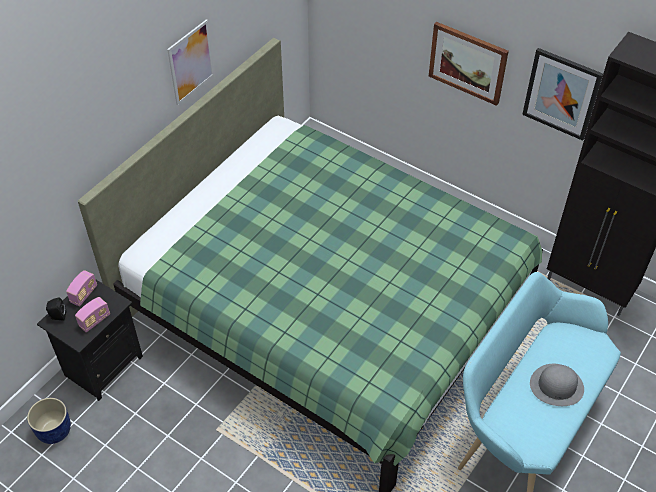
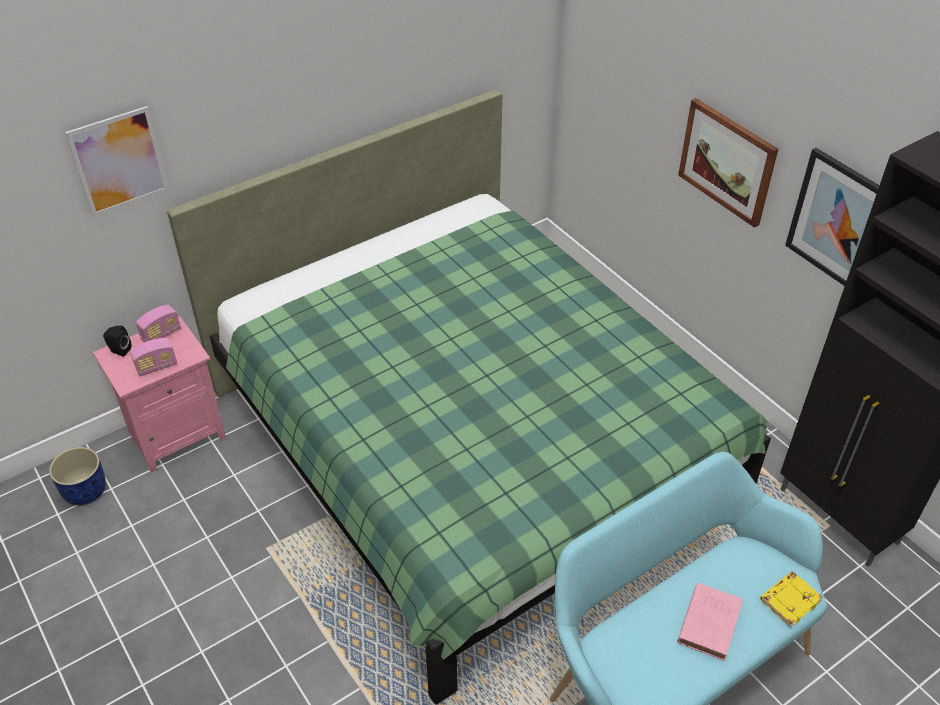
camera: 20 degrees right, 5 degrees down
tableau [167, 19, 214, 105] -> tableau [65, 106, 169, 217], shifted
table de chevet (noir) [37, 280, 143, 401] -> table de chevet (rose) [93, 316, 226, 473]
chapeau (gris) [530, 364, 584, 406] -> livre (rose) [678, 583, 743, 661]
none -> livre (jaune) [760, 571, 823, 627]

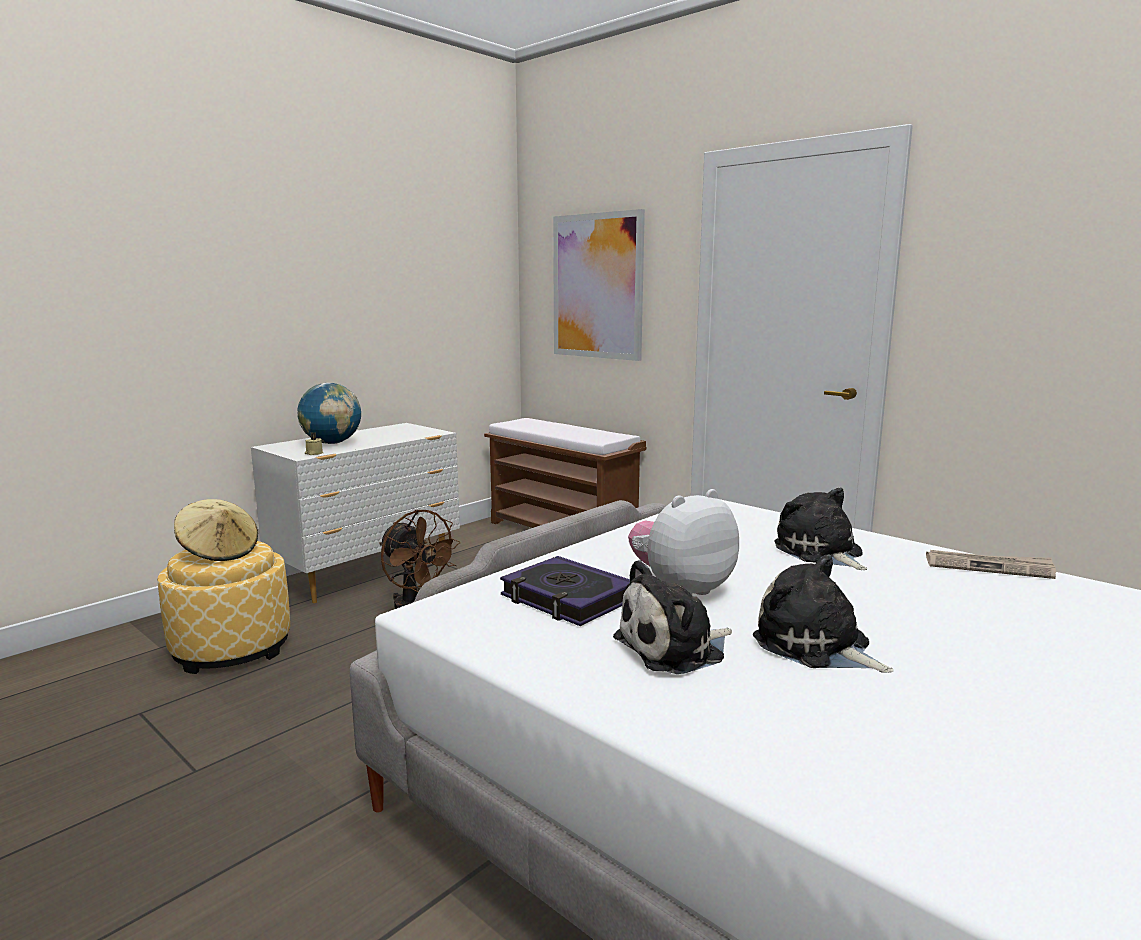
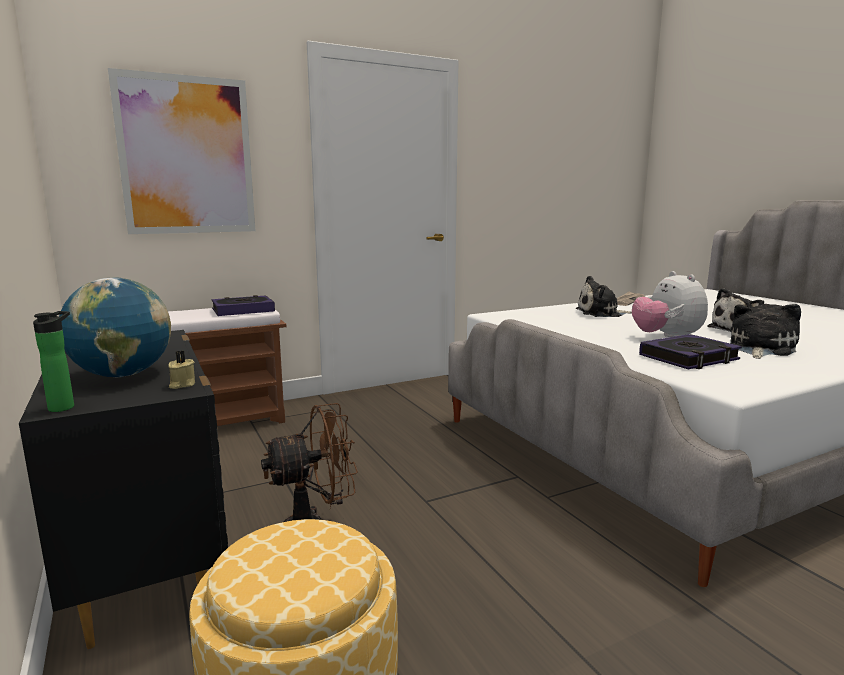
camera: 70 degrees left, 0 degrees up
commode (blanc) [251, 423, 460, 603] -> commode (noir) [19, 330, 228, 649]
chapeau (beige) [174, 499, 258, 561] -> none
peluche [613, 560, 732, 674] -> peluche [730, 304, 801, 359], 135 degrees counterclockwise
none -> livre [212, 295, 275, 316]
none -> bouteille [33, 311, 74, 412]

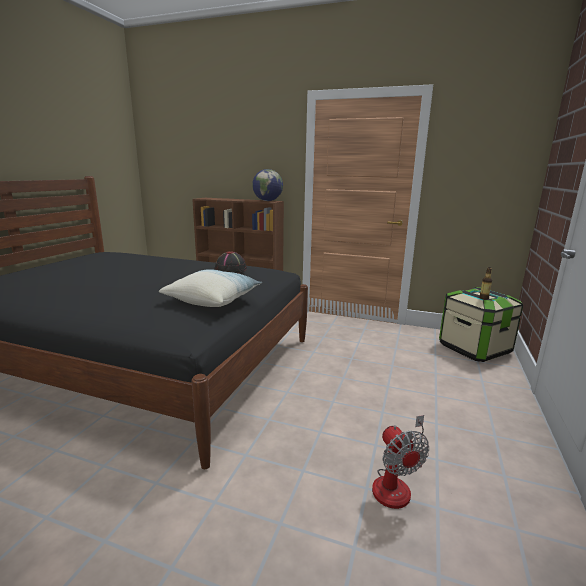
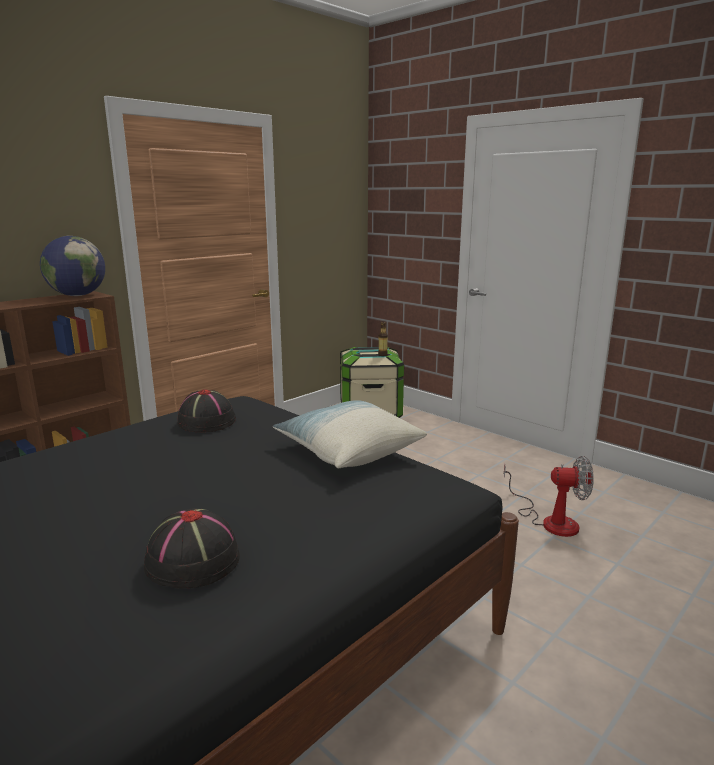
camera: 65 degrees left, 0 degrees up
none -> chapeau (noir) [144, 508, 240, 588]

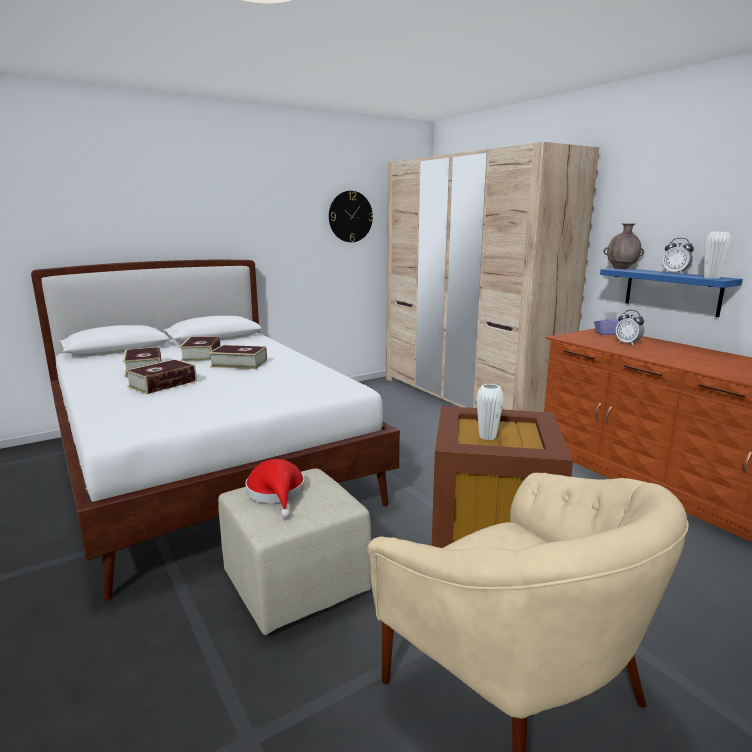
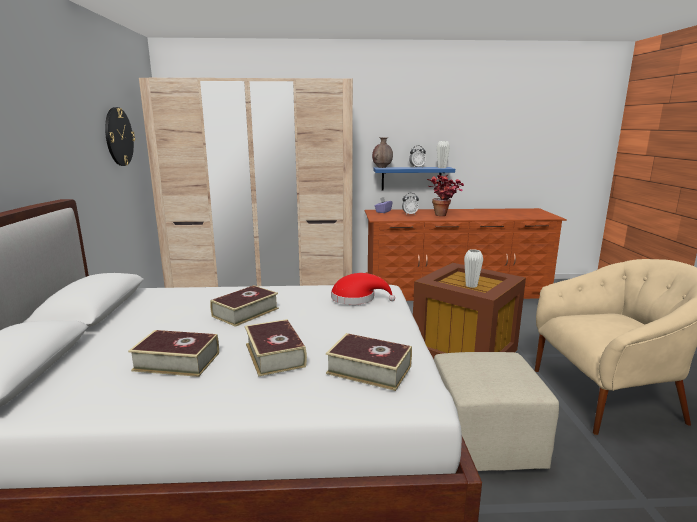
camera: 60 degrees left, 0 degrees up
livre [179, 336, 220, 361] -> livre [326, 333, 412, 391], shifted
chapeau (rouge) [246, 459, 305, 518] -> chapeau (rouge) [331, 273, 395, 305], shifted
none -> plante en pot [427, 175, 464, 216]

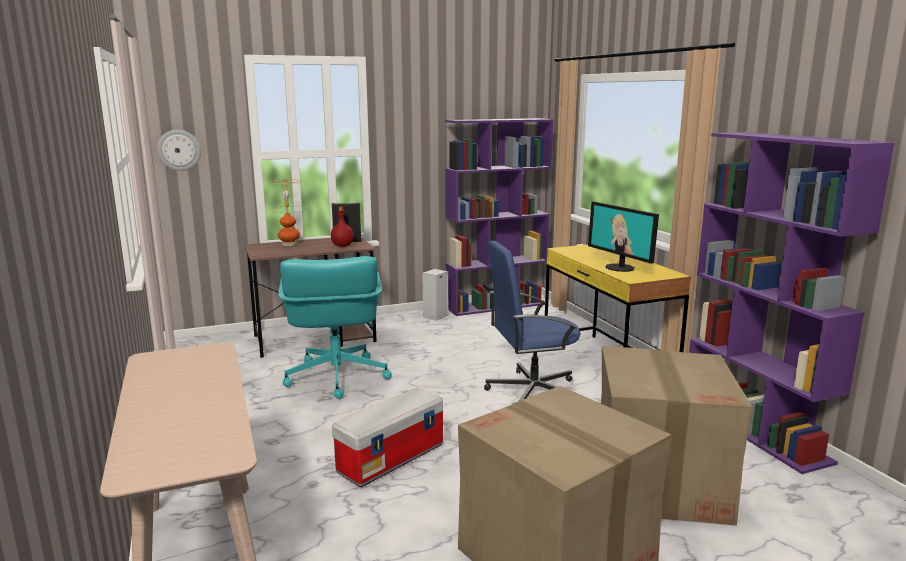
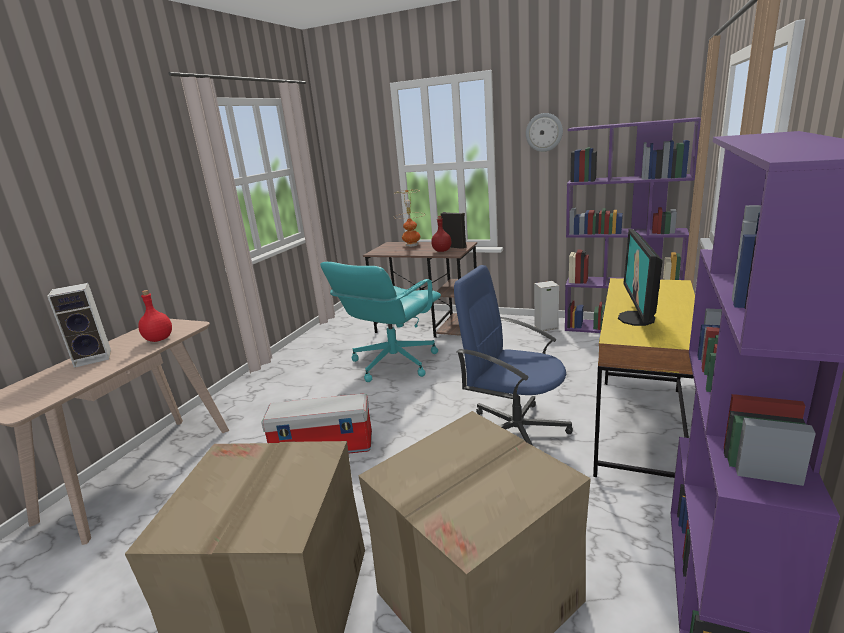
camera: 45 degrees right, 5 degrees up
horloge murale [157, 130, 201, 171] -> horloge murale [526, 113, 563, 152], shifted
none -> enceinte [47, 283, 111, 368]
none -> bouteille (rouge) [138, 290, 172, 342]

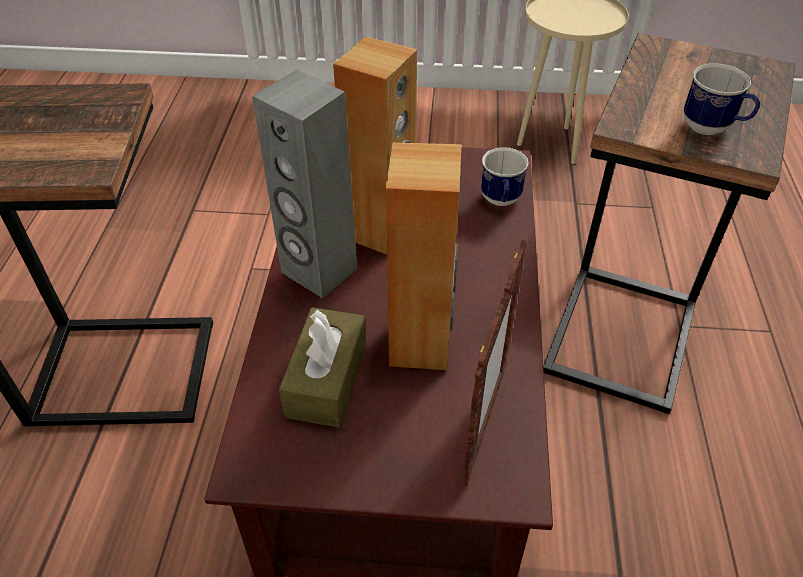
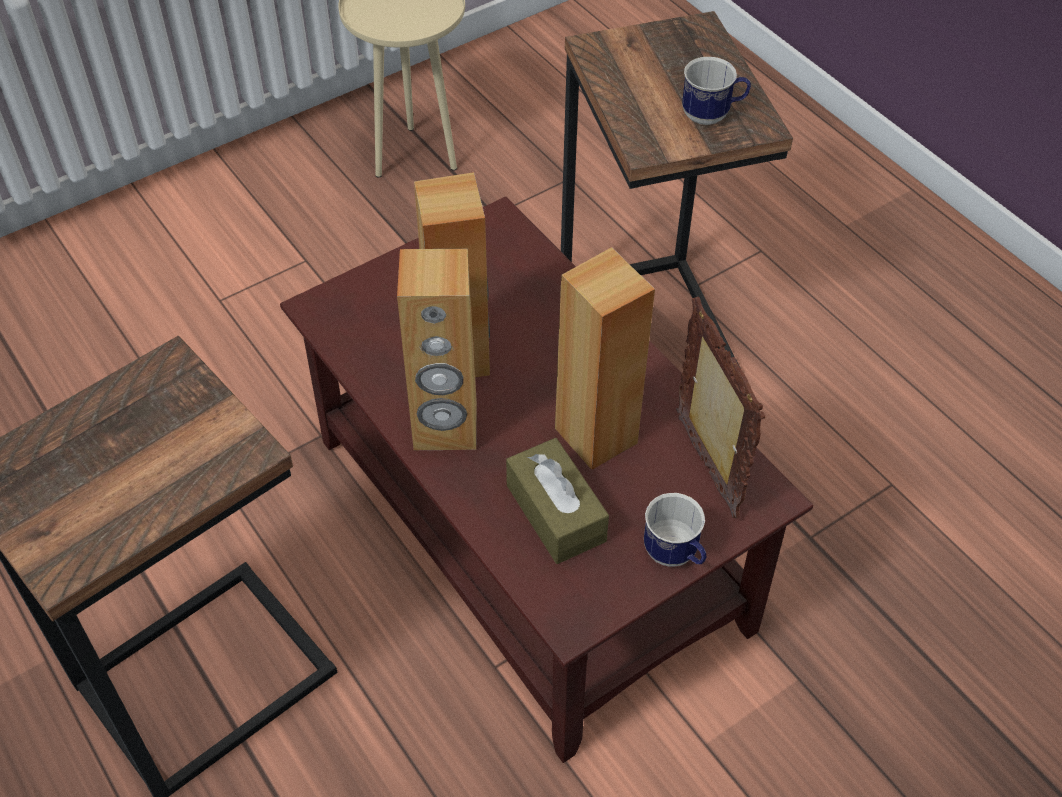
camera: 40 degrees left, 5 degrees up
enceinte (gris) [252, 70, 357, 298] -> enceinte (marron) [397, 249, 477, 450]
mug [481, 147, 528, 206] -> mug [644, 493, 706, 567], shifted

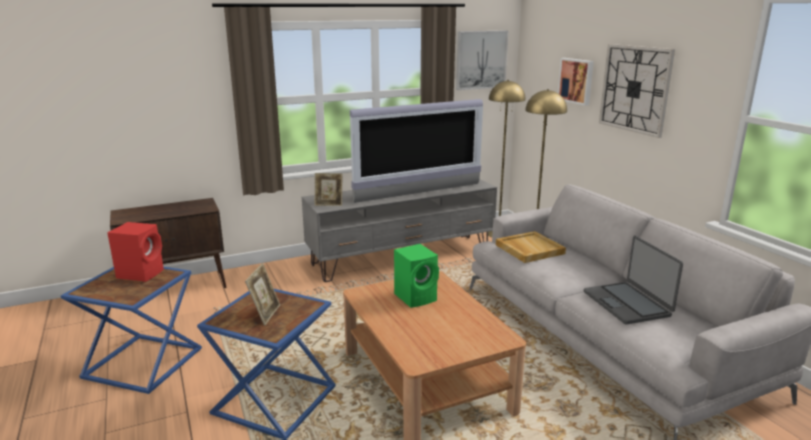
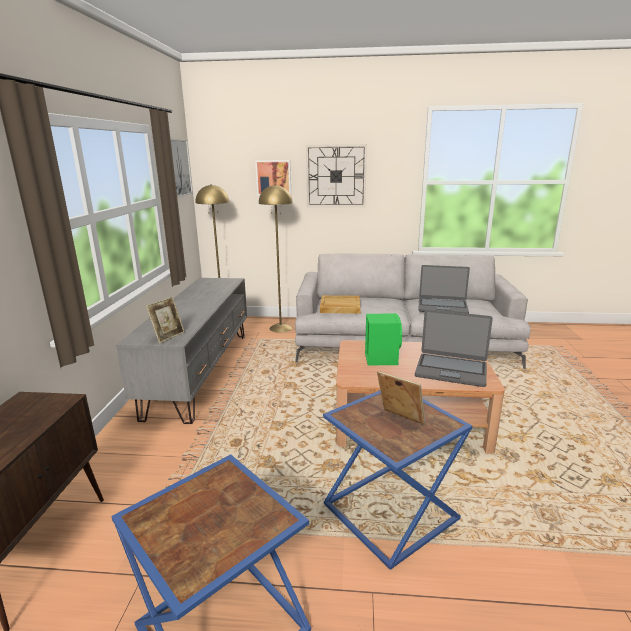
camera: 60 degrees left, 0 degrees up
téléviseur [350, 99, 483, 203] -> none
enceinte (rouge) [107, 222, 164, 282] -> none
none -> ordinateur portable [415, 309, 493, 387]

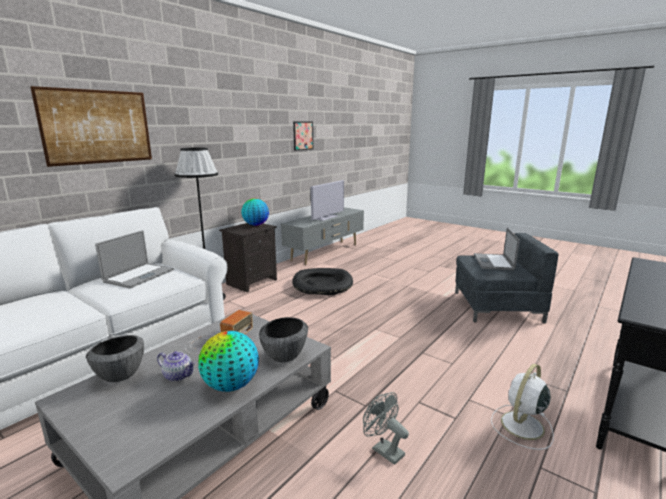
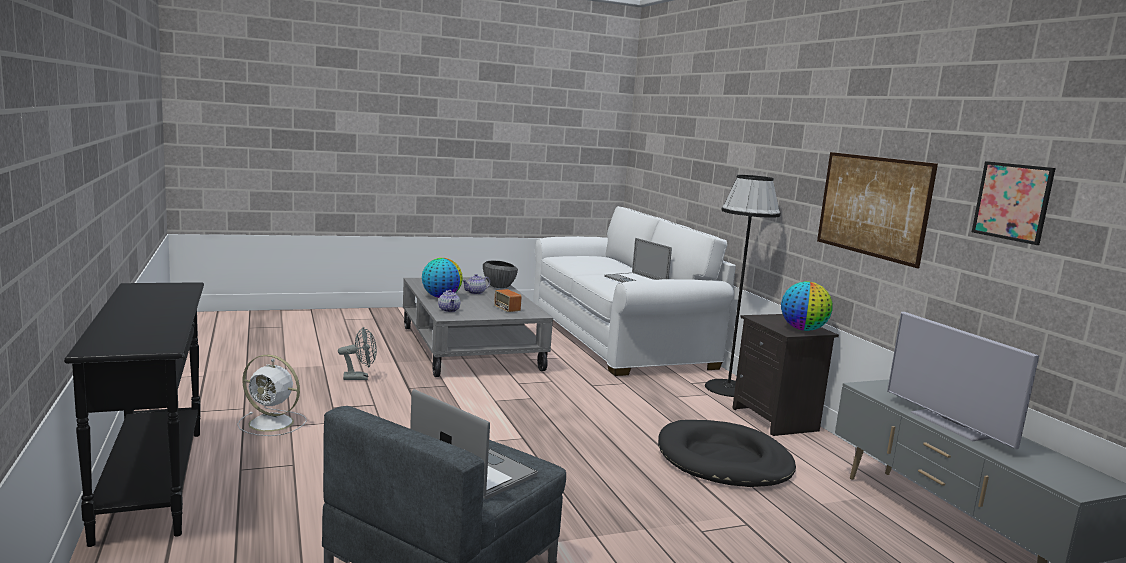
camera: 120 degrees right, 5 degrees down
tableau [30, 86, 152, 167] -> tableau [817, 152, 938, 268], shifted
bol [259, 317, 308, 362] -> théière [438, 290, 460, 312]
ventilateur (blanc) [491, 364, 554, 450] -> ventilateur (blanc) [237, 355, 306, 436], 120 degrees clockwise

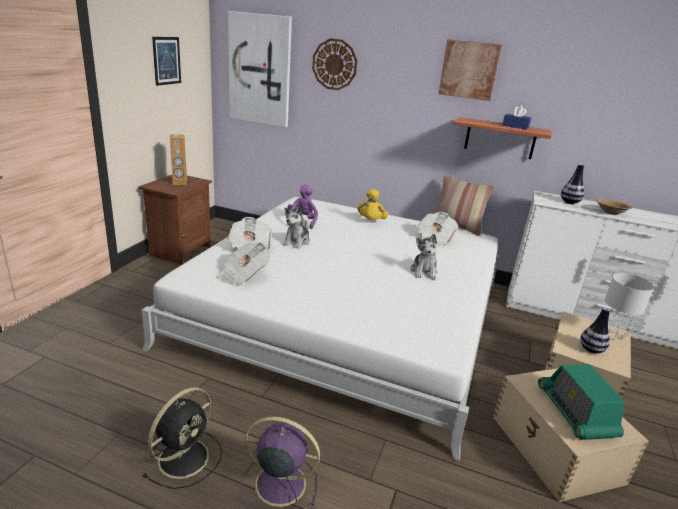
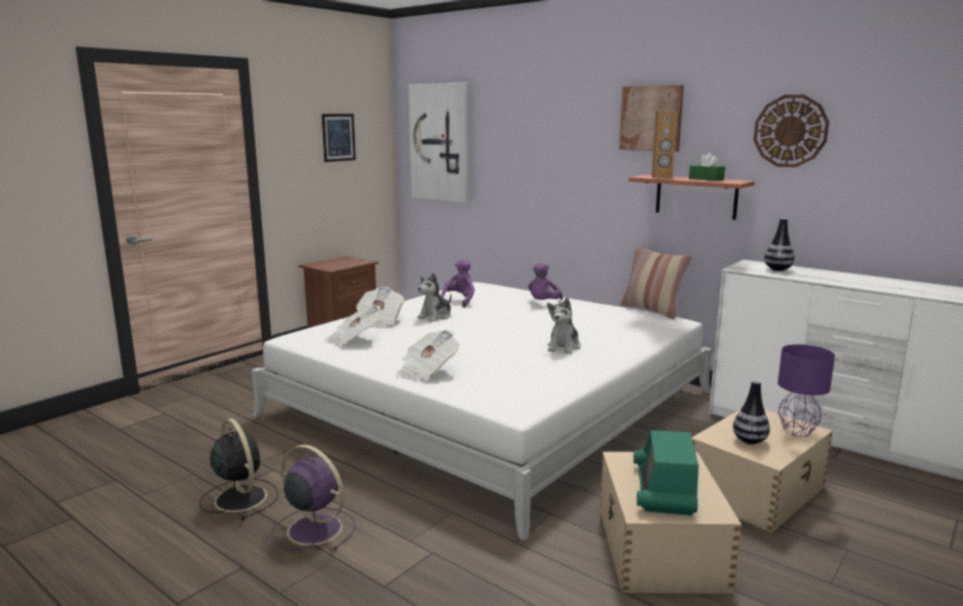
camera: 20 degrees right, 10 degrees down
horloge murale [312, 38, 357, 90] -> horloge murale [753, 95, 829, 167], shifted
boîte à mouchoirs (bleu) [502, 105, 532, 130] -> boîte à mouchoirs (vert) [689, 153, 725, 181]
enceinte (marron) [170, 134, 187, 185] -> enceinte (marron) [652, 111, 677, 178], shifted
peluche (jaune) [357, 189, 388, 220] -> peluche (violet) [528, 263, 563, 300]
bol (marron) [596, 199, 633, 215] -> none
journal [418, 212, 458, 246] -> journal [396, 330, 459, 380], shifted
lampe de table (gris) [605, 273, 654, 341] -> lampe de table (violet) [778, 344, 835, 437]
ventilateur (noir) [143, 387, 222, 489] -> ventilateur (noir) [199, 418, 279, 520], 90 degrees counterclockwise

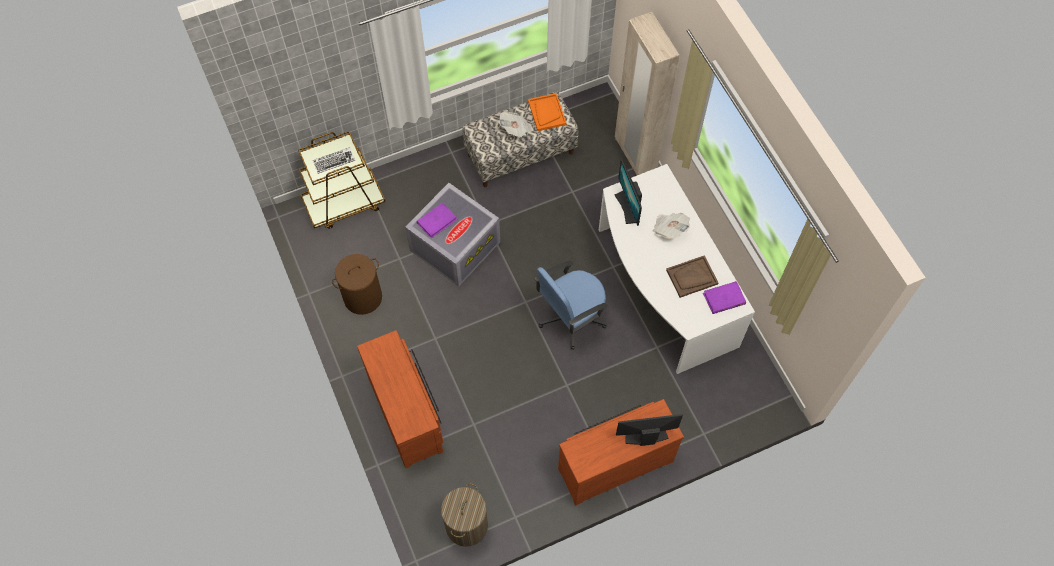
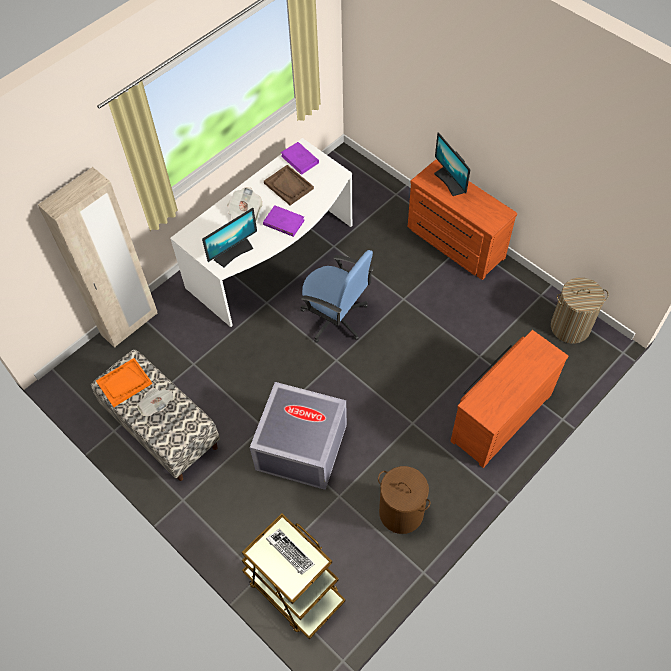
camera: 110 degrees left, 5 degrees down
livre (violet) [417, 203, 458, 238] -> livre (violet) [263, 205, 305, 237], shifted

